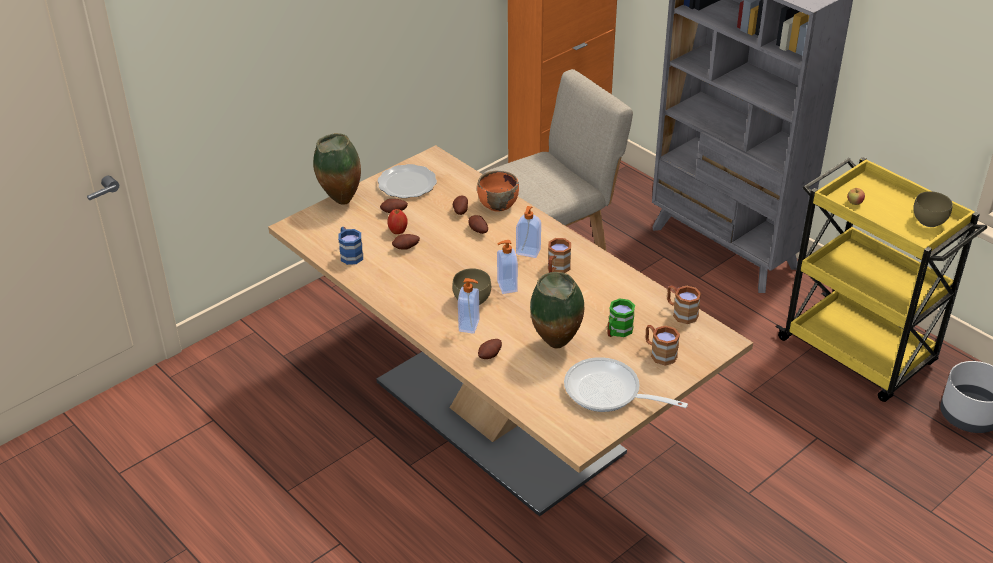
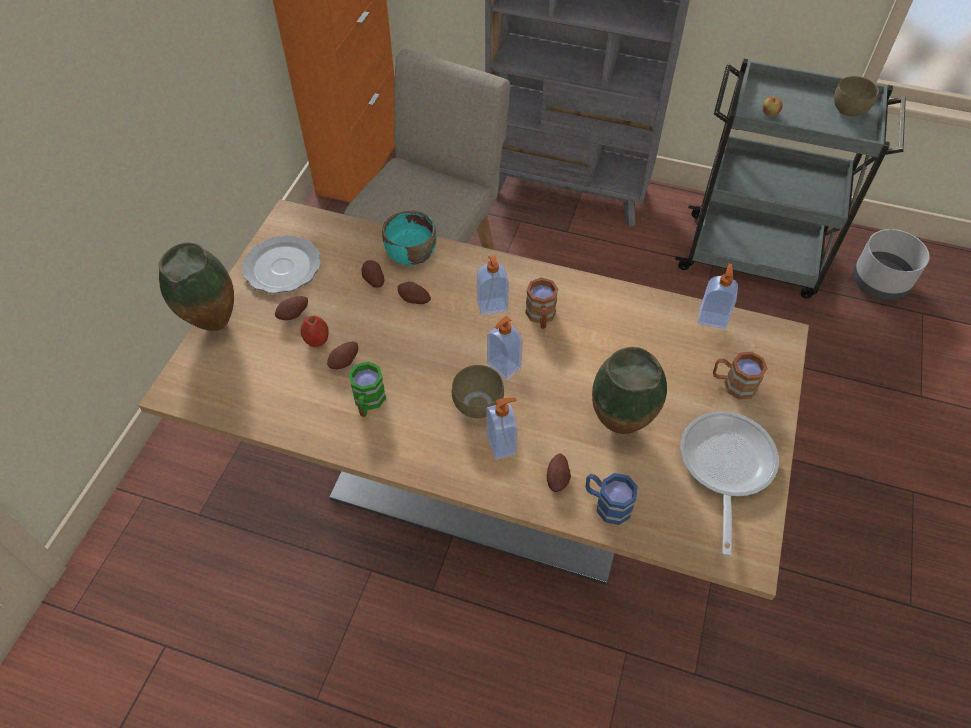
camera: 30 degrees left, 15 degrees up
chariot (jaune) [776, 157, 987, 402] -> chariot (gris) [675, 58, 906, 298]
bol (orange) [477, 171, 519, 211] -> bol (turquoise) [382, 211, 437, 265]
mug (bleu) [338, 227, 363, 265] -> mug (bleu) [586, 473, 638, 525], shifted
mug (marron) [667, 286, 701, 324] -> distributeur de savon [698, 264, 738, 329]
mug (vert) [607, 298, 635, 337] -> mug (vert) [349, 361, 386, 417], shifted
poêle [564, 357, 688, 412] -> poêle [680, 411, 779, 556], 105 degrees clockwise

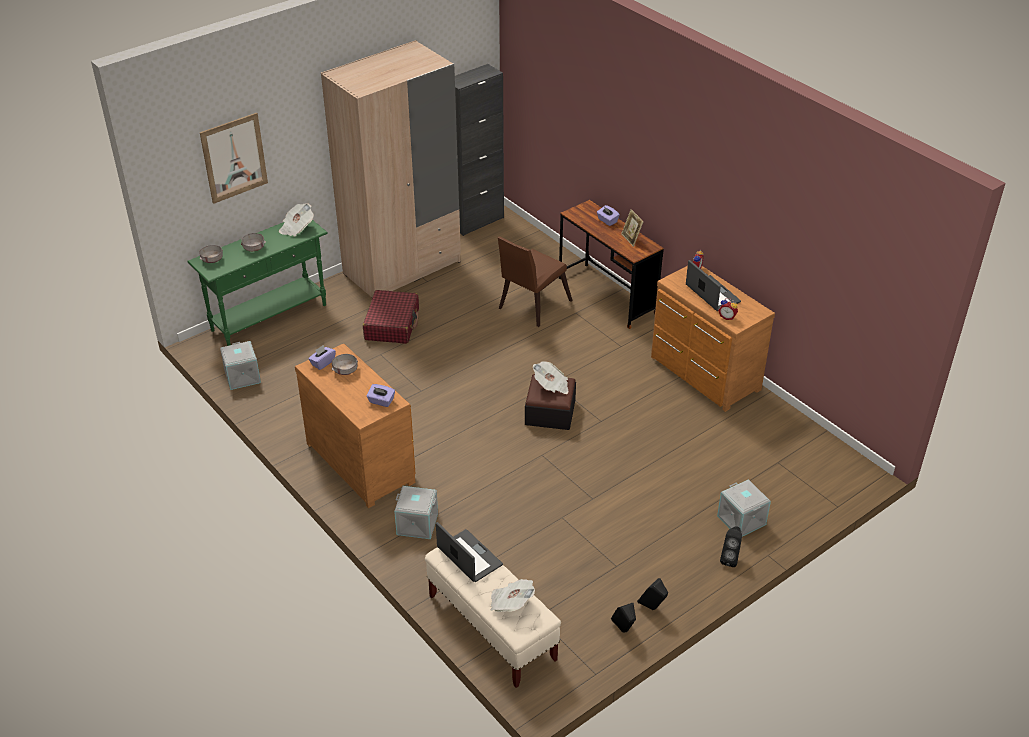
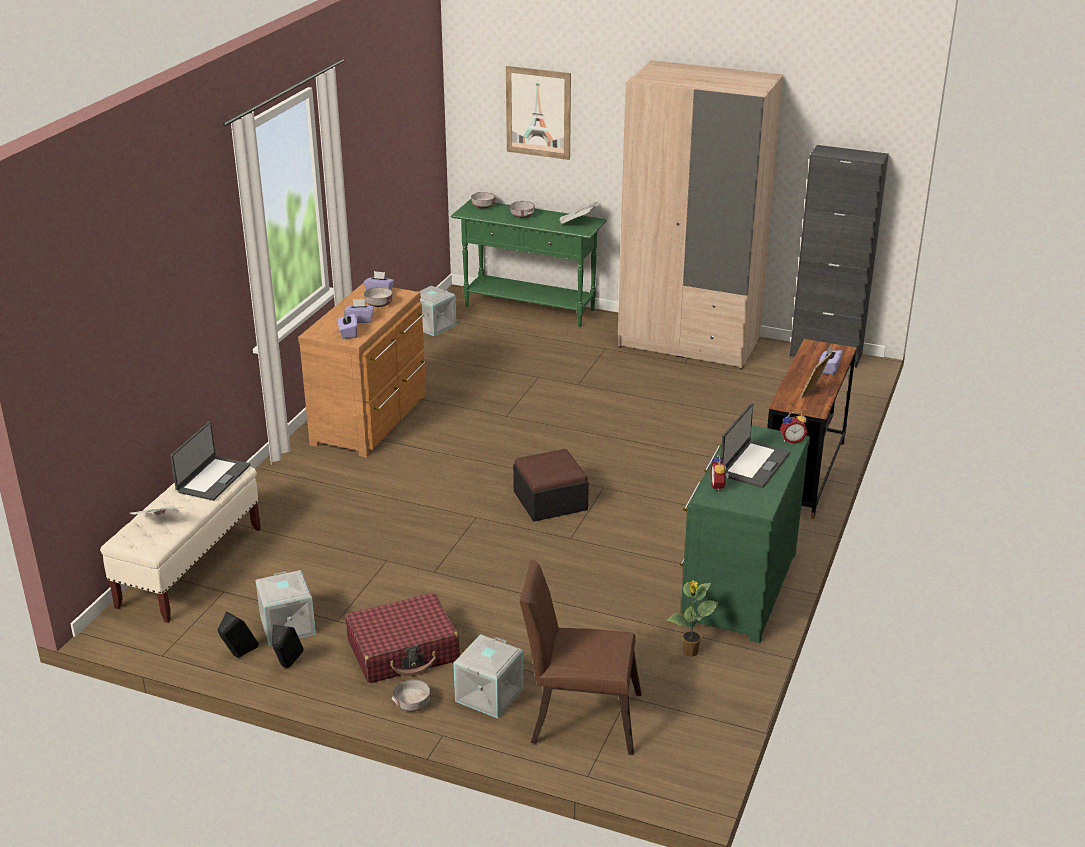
camera: 60 degrees right, 10 degrees down
chaise (marron) [498, 237, 573, 327] -> chaise (marron) [519, 560, 642, 755], shifted
commode (marron) [651, 266, 775, 412] -> commode (vert) [680, 425, 810, 643]
valise (rouge) [363, 290, 419, 344] -> valise (rouge) [345, 593, 460, 683], shifted
journal [533, 361, 568, 394] -> none
boîte de rangement (gris) [394, 486, 438, 539] -> boîte de rangement (gris) [255, 570, 316, 645], shifted
enceinte (noir) [720, 527, 742, 567] -> bol (gris) [392, 680, 433, 712]
none -> boîte à mouchoirs (violet) [344, 299, 374, 323]
none -> plante en pot [667, 581, 719, 657]

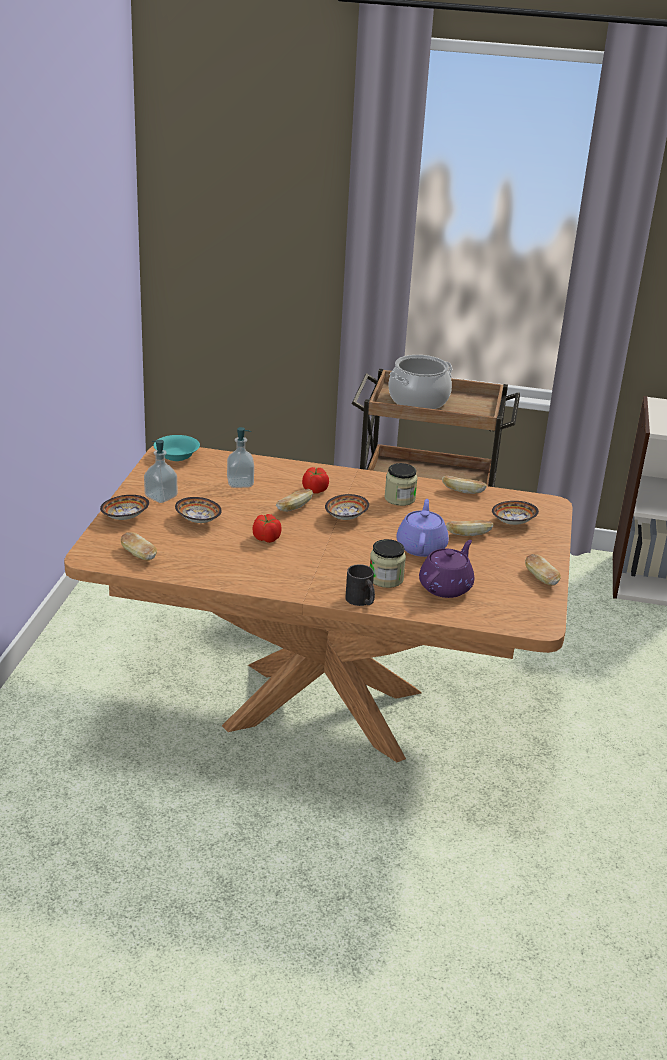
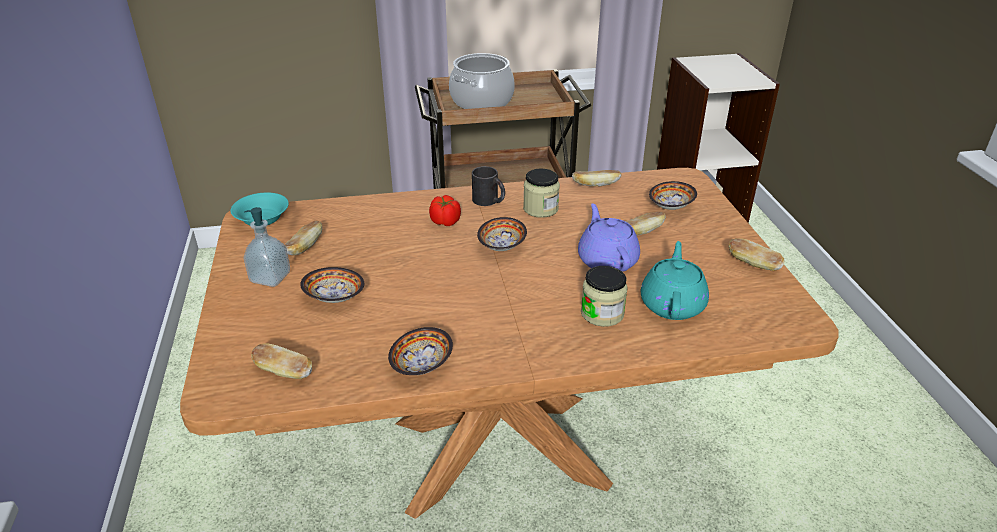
camera: 20 degrees left, 5 degrees up
distributeur de savon [227, 427, 254, 488] -> none
pain [276, 489, 313, 512] -> pain [285, 221, 322, 255], shifted
bol [100, 495, 149, 520] -> bol [388, 327, 453, 375], shifted
tomate [253, 514, 282, 543] -> none
théière (violet) [419, 540, 474, 598] -> théière (turquoise) [641, 241, 709, 320]
mug (noir) [345, 564, 375, 606] -> mug (noir) [472, 166, 505, 206], shifted

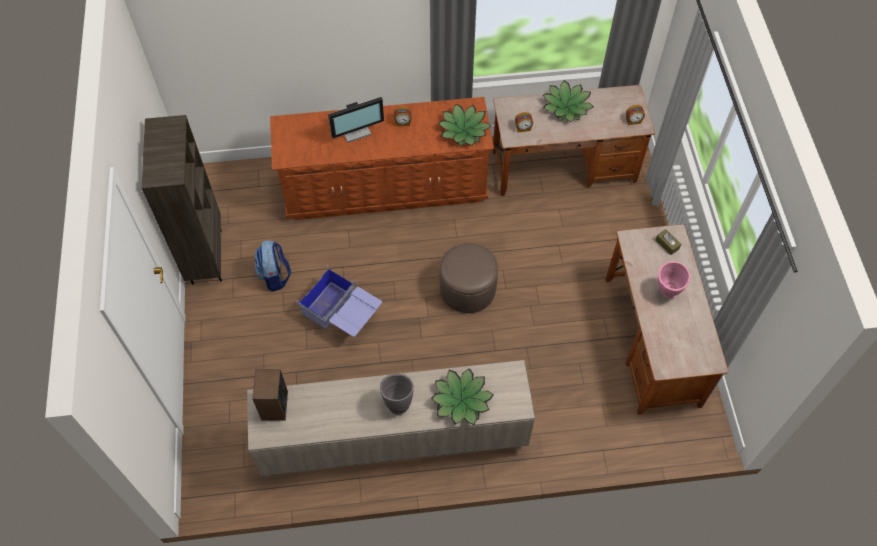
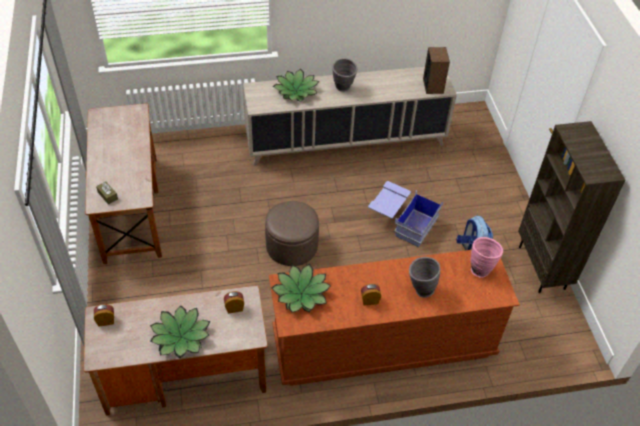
camera: 175 degrees right, 10 degrees down
écran d'ordinateur [328, 97, 384, 143] -> vase (gris) [409, 257, 440, 298]
vase (rose) [658, 261, 690, 298] -> vase (rose) [471, 237, 503, 278], shifted

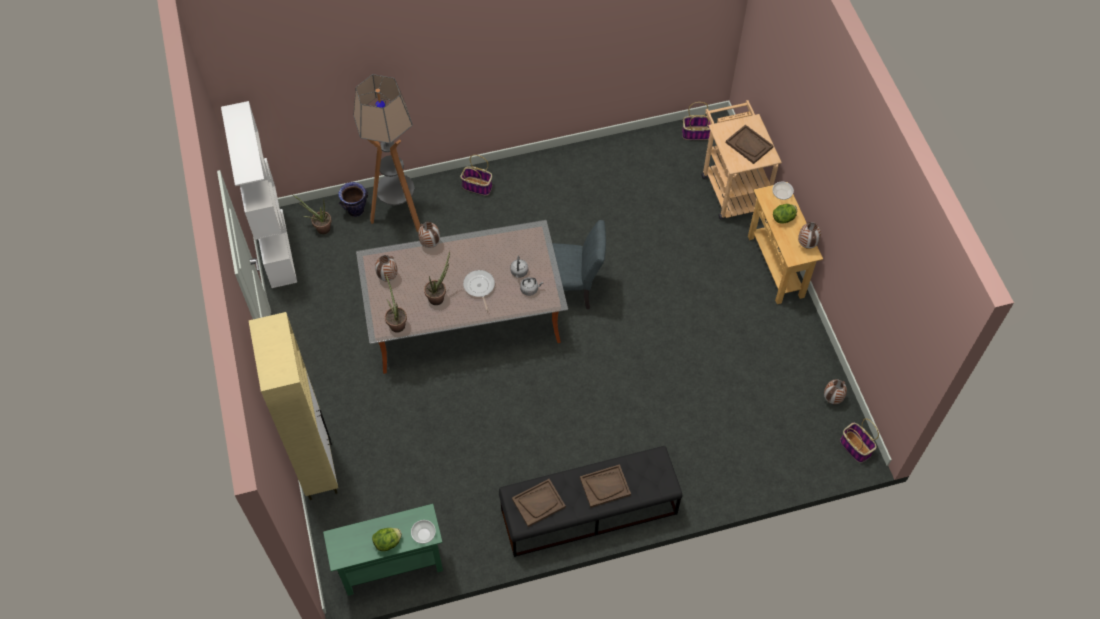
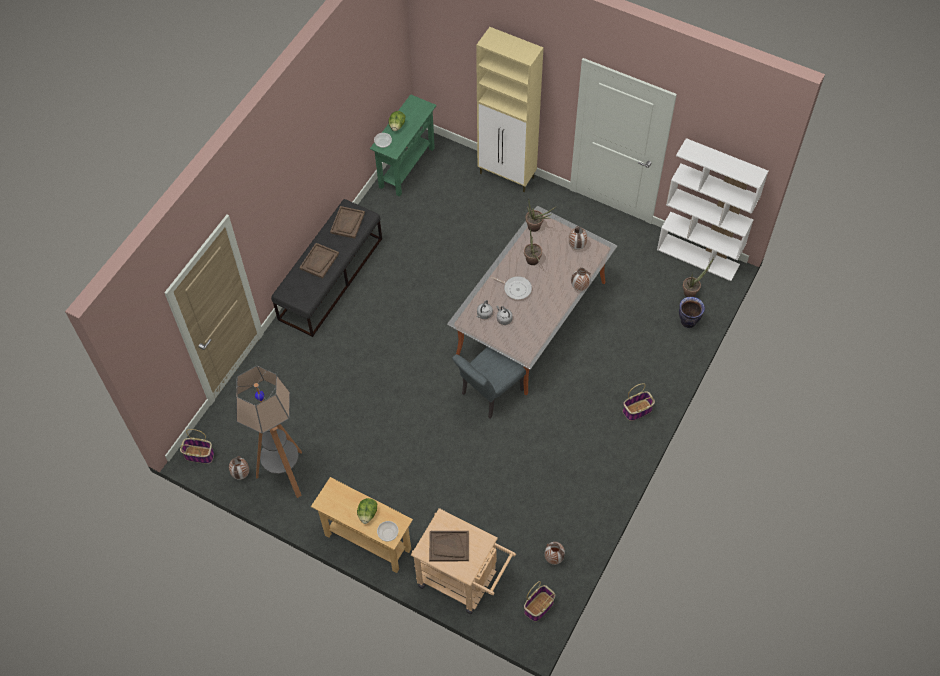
camera: 135 degrees right, 0 degrees up
lampadaire [353, 74, 420, 232] -> lampadaire [236, 366, 302, 498], shifted
vase [798, 222, 821, 249] -> vase [545, 542, 565, 565], shifted

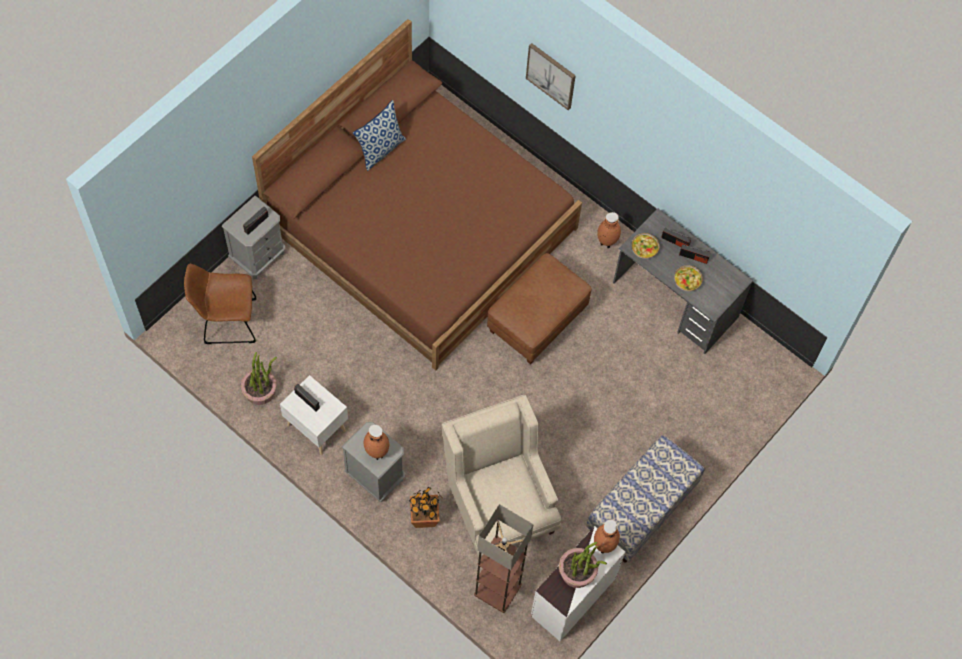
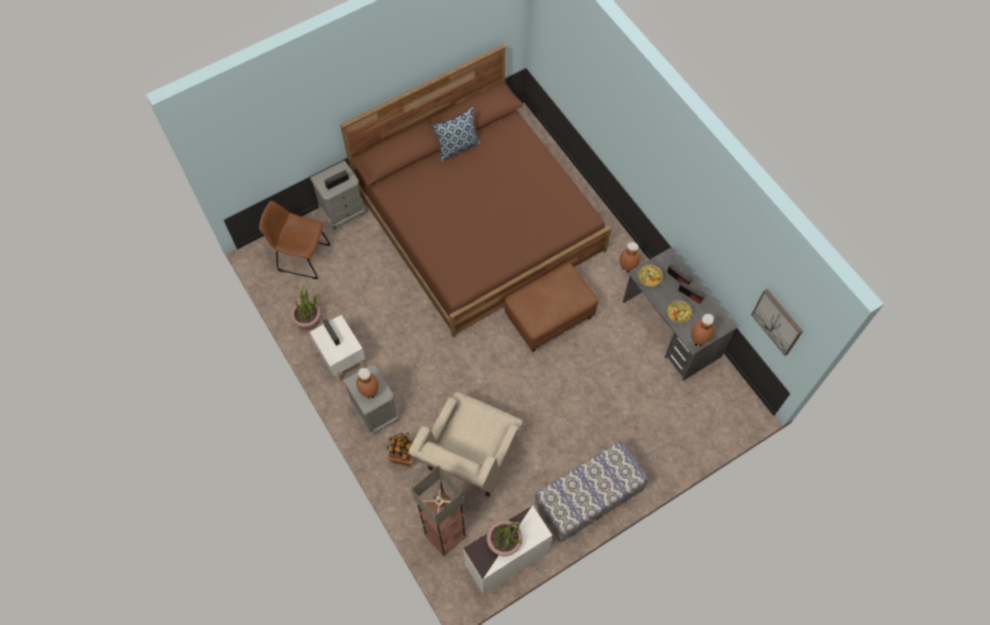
camera: 20 degrees right, 0 degrees up
tableau [526, 43, 576, 110] -> tableau [751, 289, 803, 356], shifted
fauteuil (beige) [442, 395, 561, 557] -> fauteuil (beige) [408, 392, 523, 497], 150 degrees counterclockwise
vase (marron) [594, 519, 620, 554] -> vase (marron) [691, 314, 714, 346], shifted

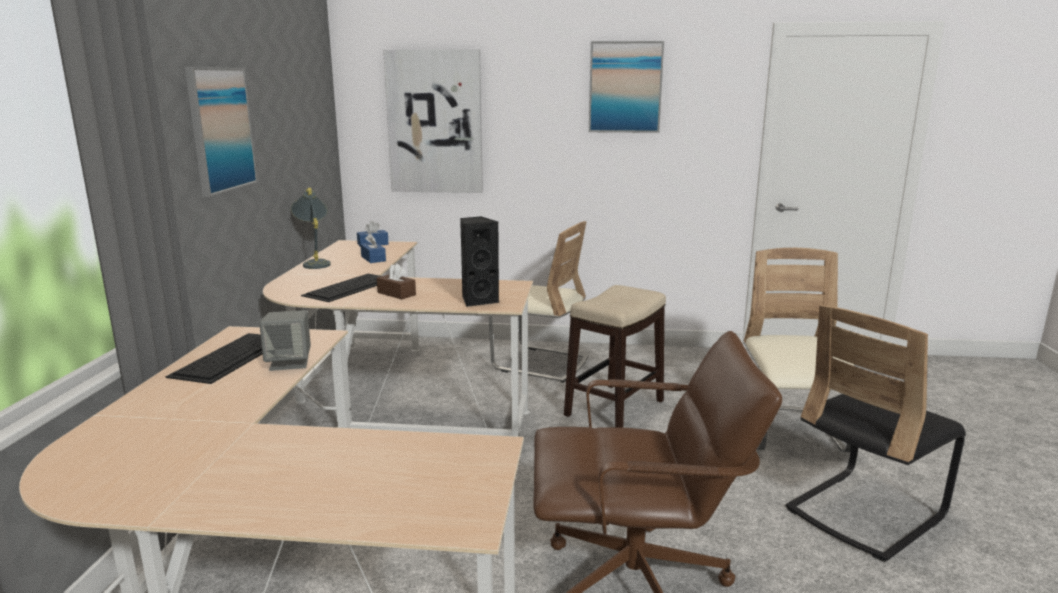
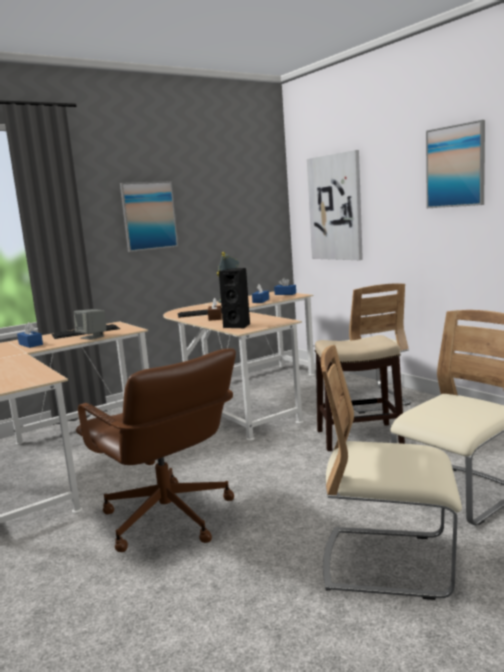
camera: 50 degrees right, 5 degrees down
chaise (noir) [786, 305, 966, 562] -> chaise (beige) [321, 345, 462, 600]
none -> boîte à mouchoirs (bleu) [17, 322, 43, 348]

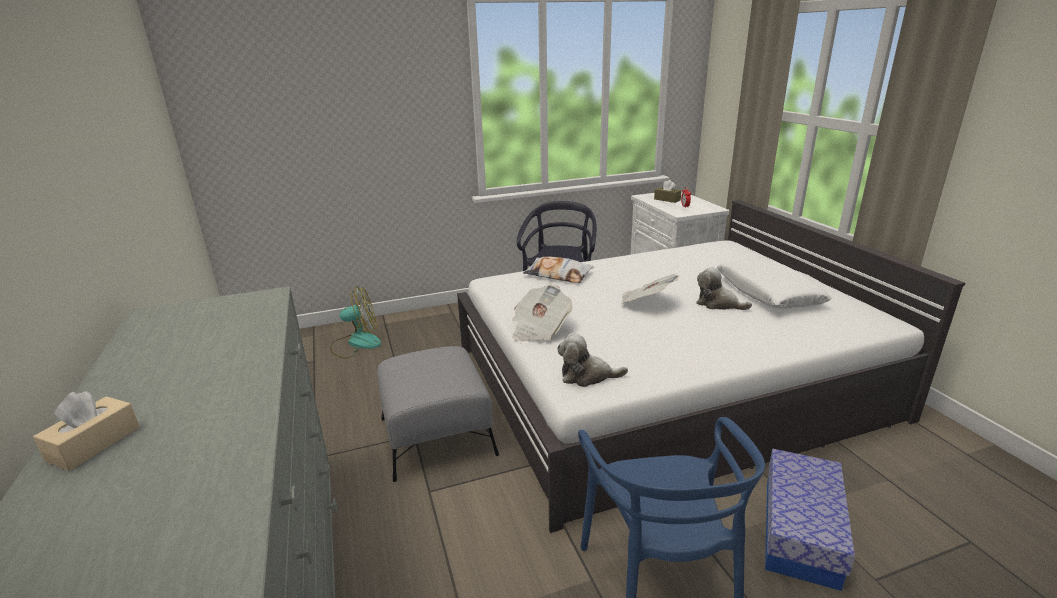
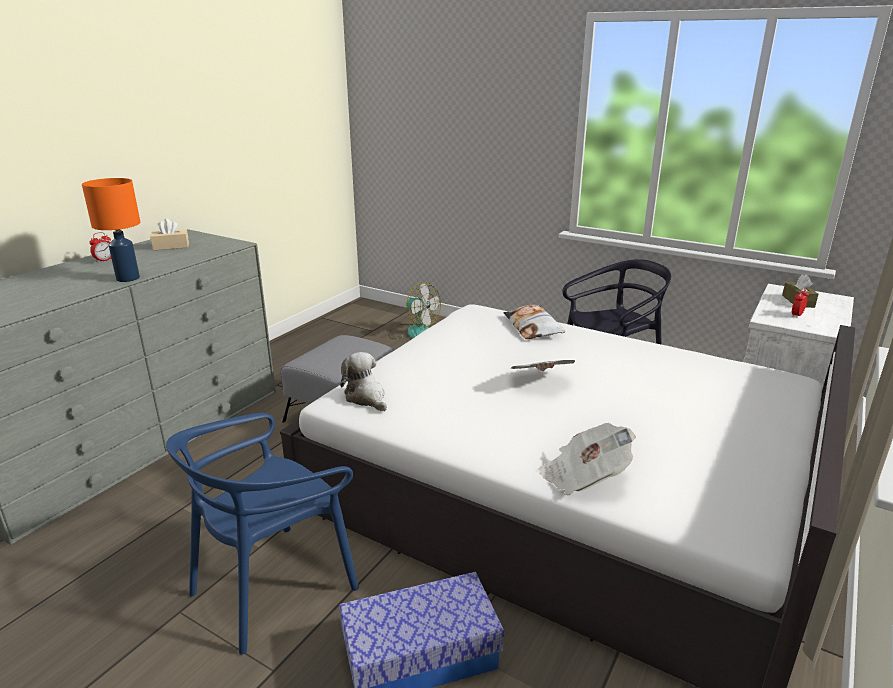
camera: 50 degrees right, 0 degrees up
coussin (blanc) [717, 258, 832, 309] -> none
peluche [696, 267, 752, 310] -> none
journal [512, 285, 573, 341] -> journal [539, 423, 636, 496], shifted
boîte à mouchoirs (beige) [33, 391, 140, 471] -> boîte à mouchoirs (beige) [150, 219, 189, 251], shifted
none -> lampe de table (orange) [82, 178, 140, 282]
none -> réveil [89, 232, 111, 263]

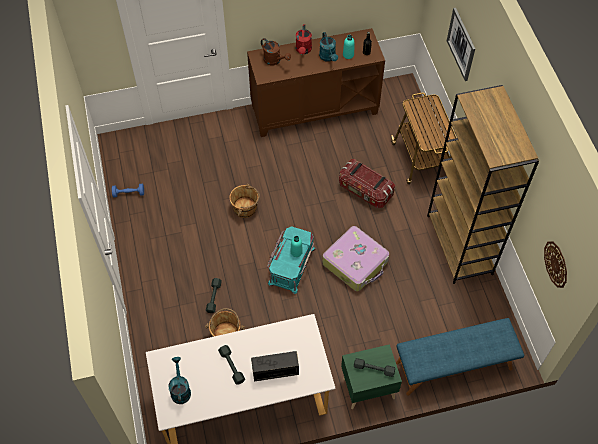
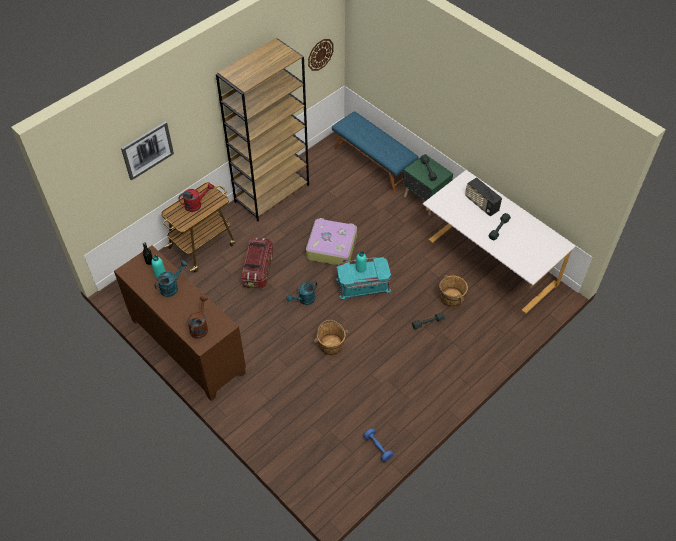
camera: 120 degrees left, 5 degrees down
arrosoir (rouge) [296, 25, 312, 54] -> arrosoir (rouge) [179, 183, 213, 212], shifted
arrosoir (turquoise) [168, 357, 191, 404] -> arrosoir (turquoise) [286, 280, 317, 305], shifted

